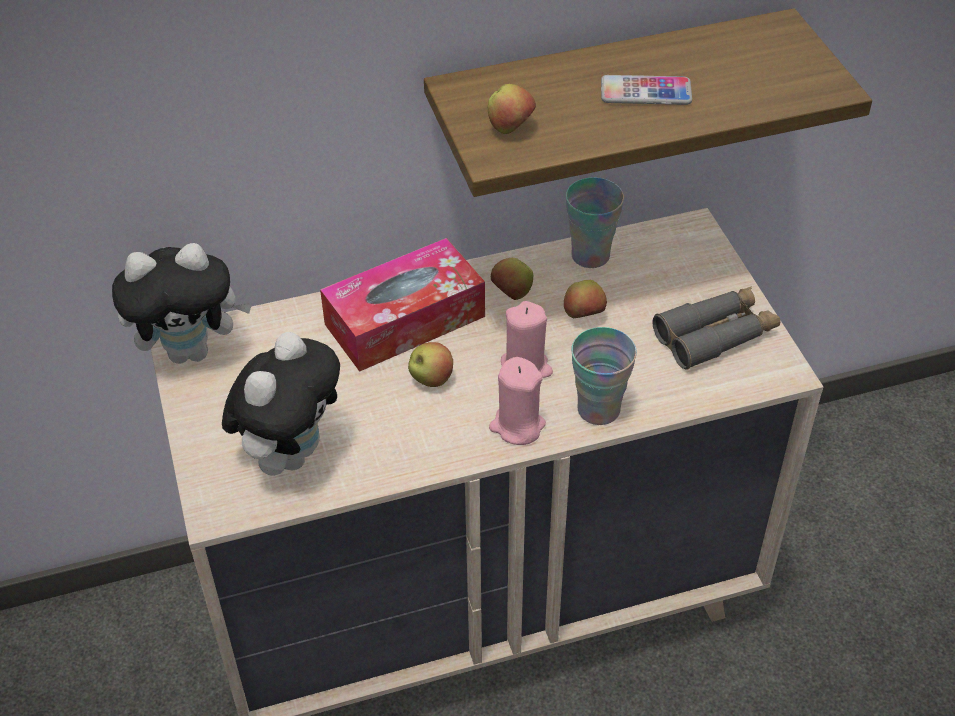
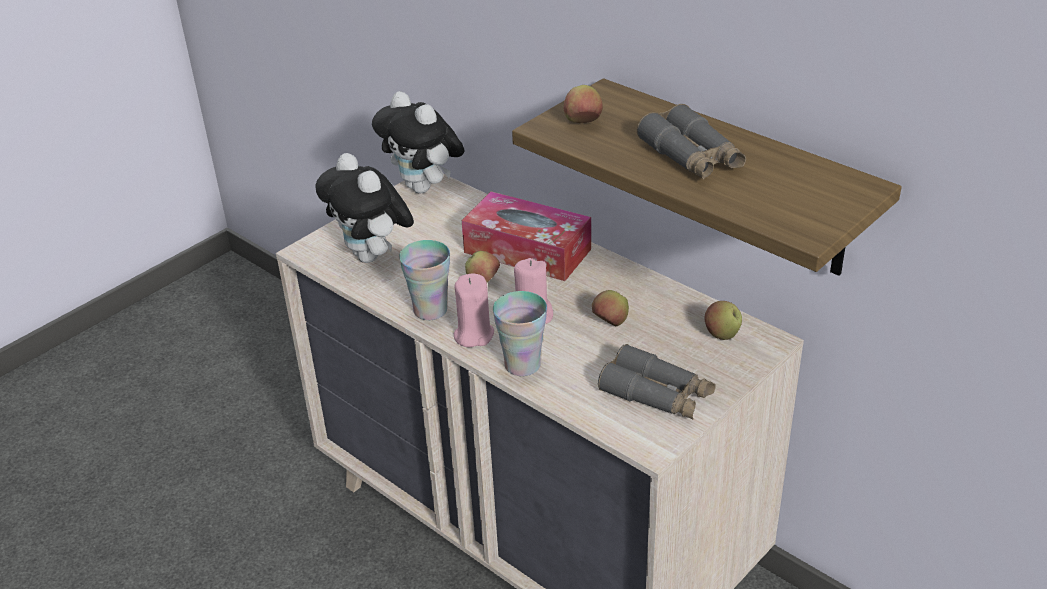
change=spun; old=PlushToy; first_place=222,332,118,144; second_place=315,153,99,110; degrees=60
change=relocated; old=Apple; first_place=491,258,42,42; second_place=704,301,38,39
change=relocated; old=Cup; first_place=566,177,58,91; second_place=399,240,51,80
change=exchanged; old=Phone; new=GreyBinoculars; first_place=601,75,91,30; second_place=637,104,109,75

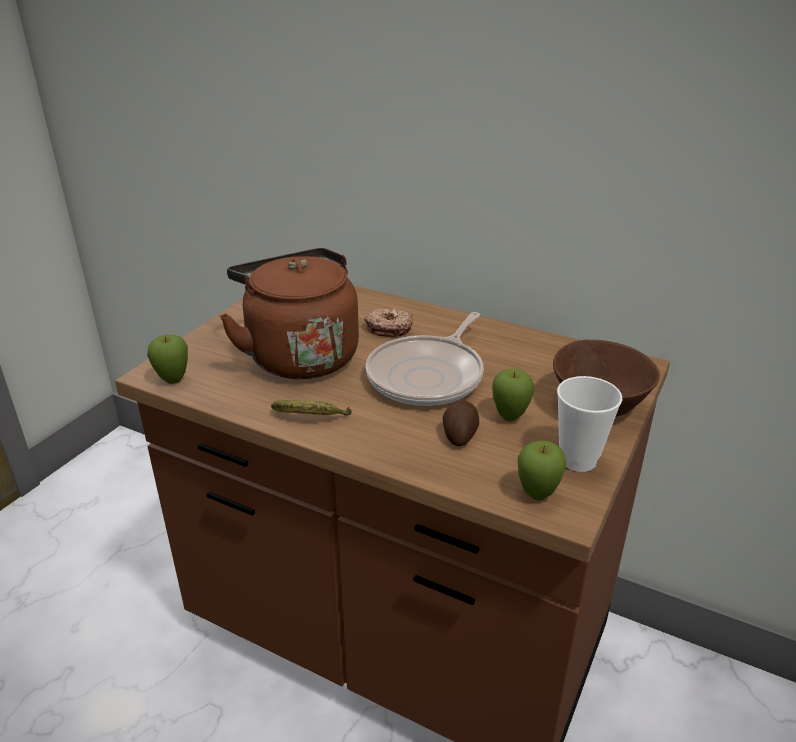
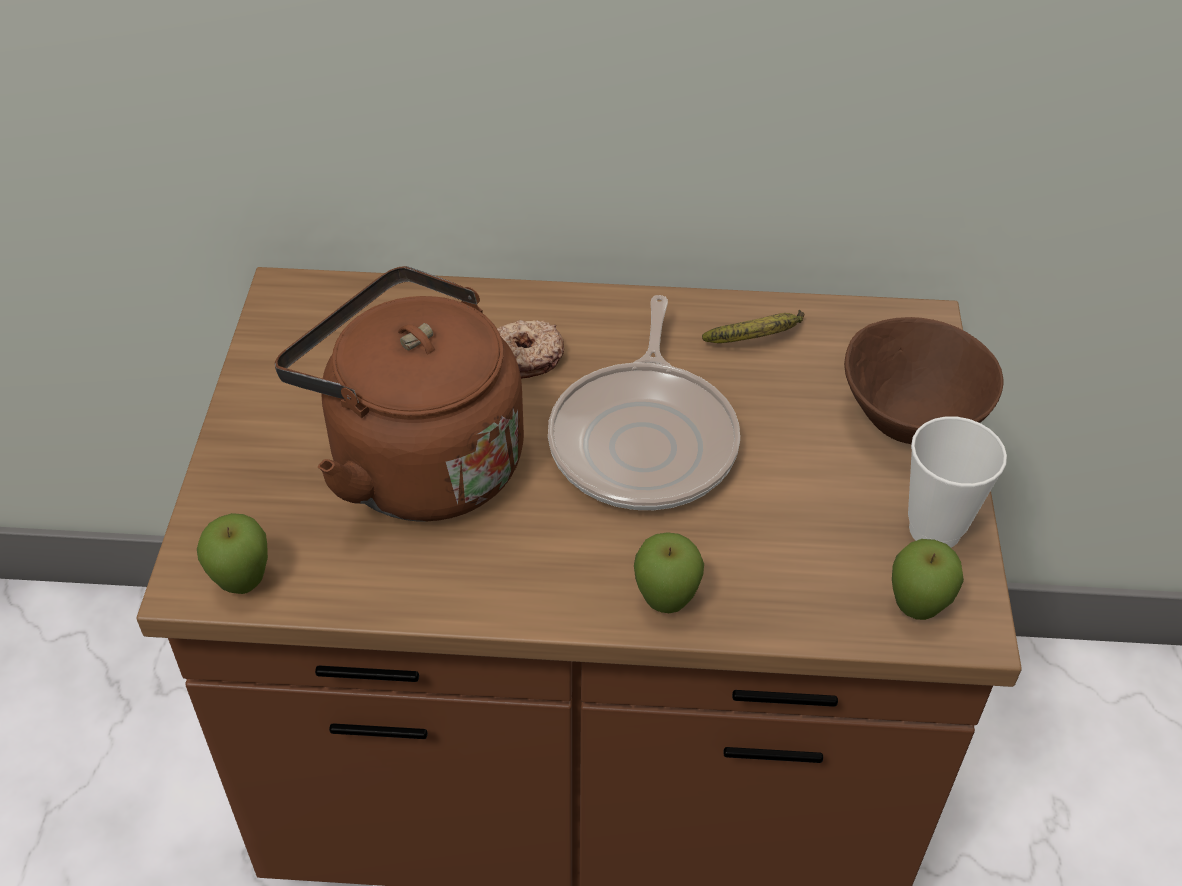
change=relocated; old=Banana; first_place=271,400,81,16; second_place=702,310,102,33
change=missing; old=Potato; first_place=442,400,37,46
change=relocated; old=Apple; first_place=492,368,42,53; second_place=634,532,70,81

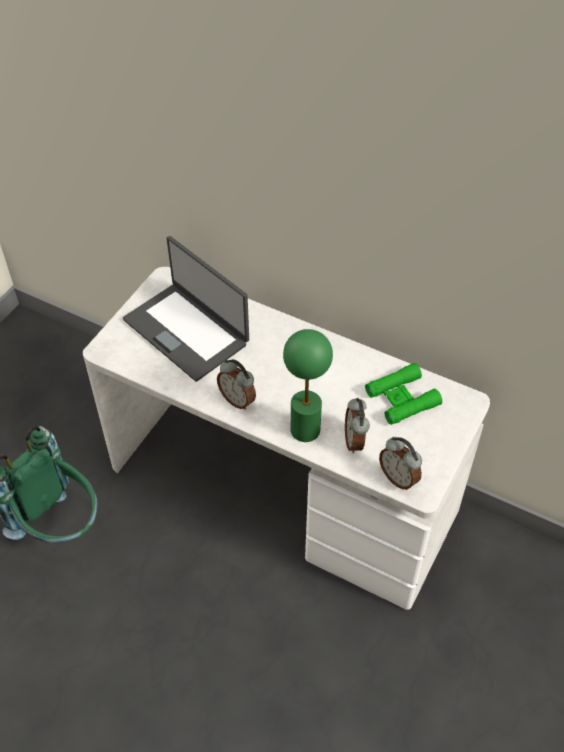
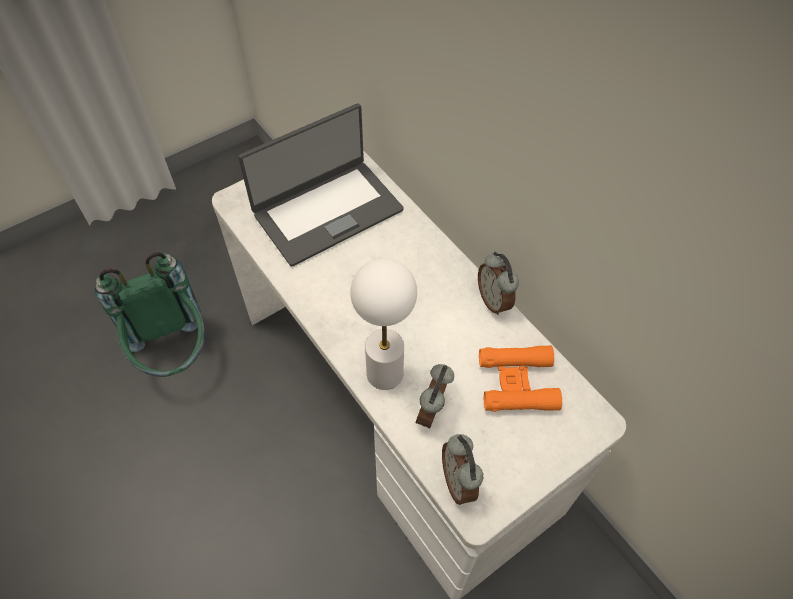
change=spun; old=Laptop; first_place=123,236,126,146; second_place=238,104,166,163; degrees=-105
change=relocated; old=AlarmClock; first_place=217,359,39,51; second_place=478,252,41,63
change=colour; old=GreenTableLamp; new=WhiteTableLamp; first_place=283,329,50,113; second_place=350,258,67,132
change=colour; old=GreenBinoculars; new=OrangeBinoculars; first_place=365,363,77,62; second_place=479,345,83,67

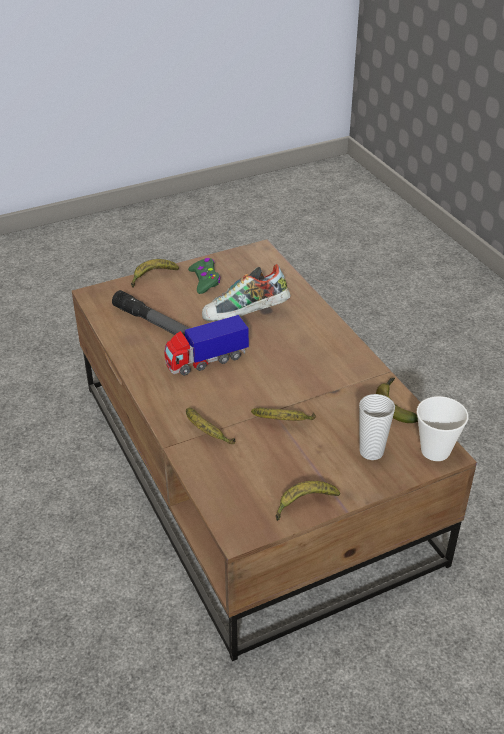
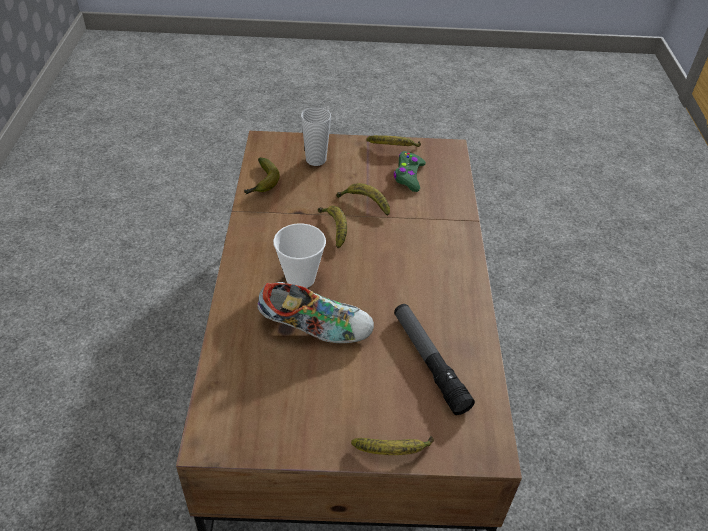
change=missing; old=ToyTruck; first_place=165,315,84,61
change=relocated; old=Banana; first_place=186,408,49,36; second_place=318,206,29,42
change=relocated; old=GreenGameController; first_place=188,258,33,36; second_place=394,151,32,41
change=relocated; old=Cup; first_place=416,396,52,65; second_place=273,223,53,65

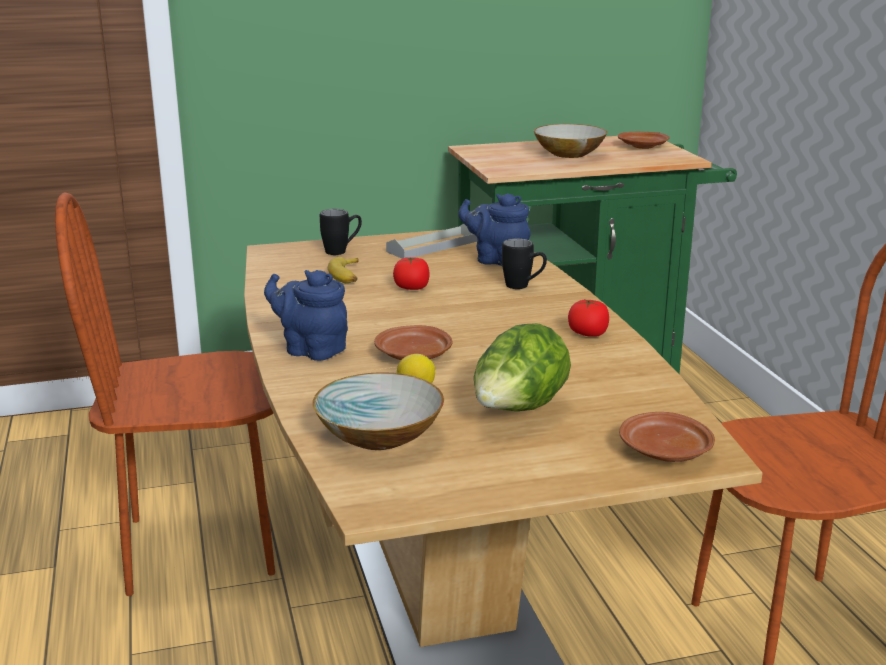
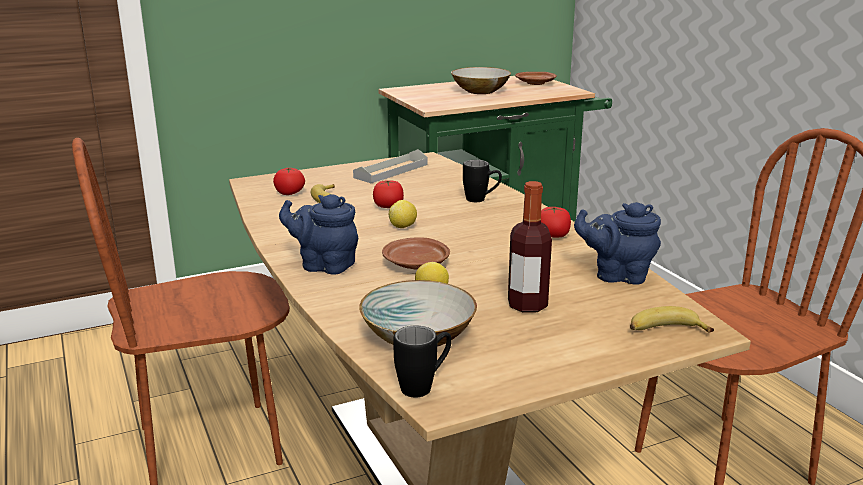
change=relocated; old=BlackMug; first_place=320,209,42,46; second_place=393,326,59,72
change=relocated; old=BlueTeapot; first_place=458,193,73,73; second_place=574,202,87,83
change=exchanged; old=Lettuce; new=Bottle; first_place=474,323,97,88; second_place=508,181,44,131
change=exchanged; old=BrownPlate; new=Banana; first_place=619,412,96,50; second_place=630,306,84,27
change=appeared; new=Tomato; second_place=273,168,32,27
change=appeared; new=Lemon; second_place=389,200,28,28

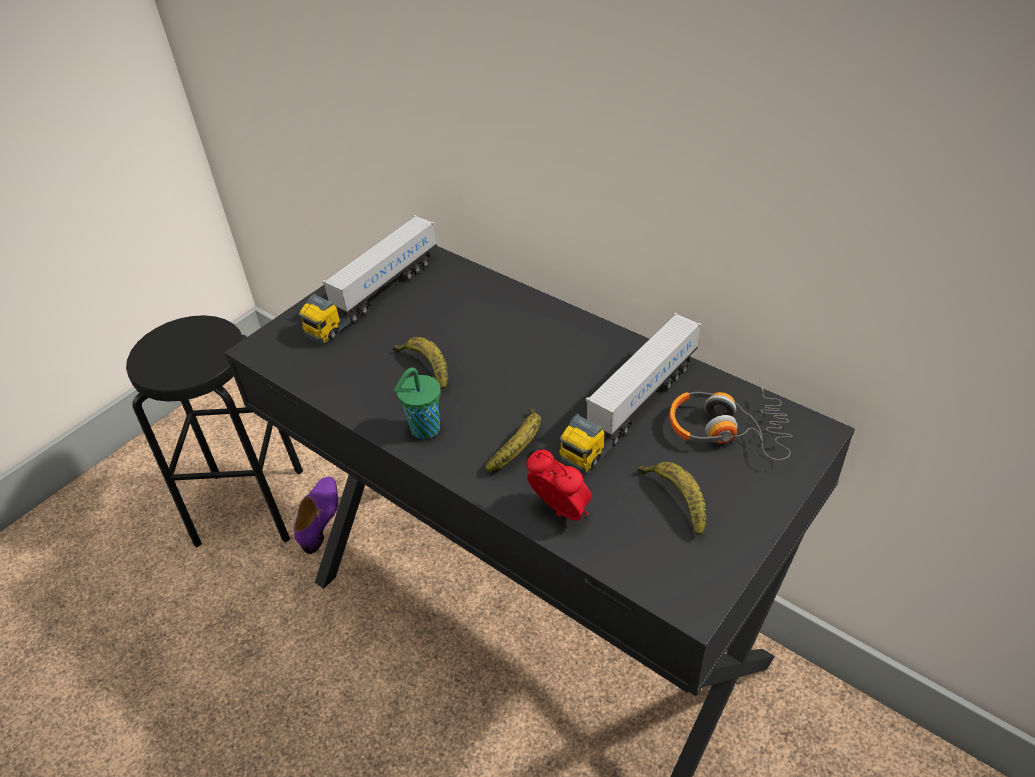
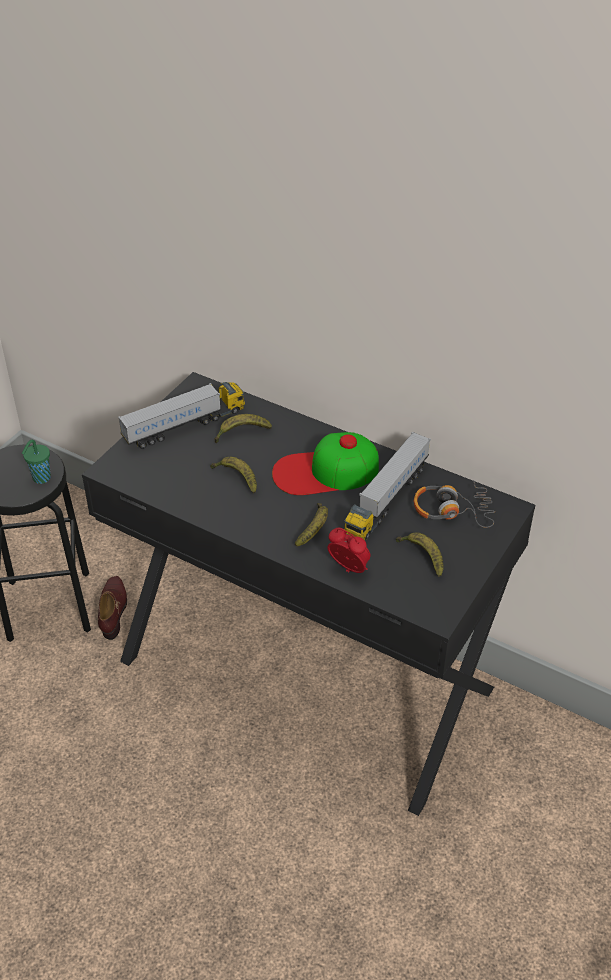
change=colour; old=PurpleShoe; new=BrownShoe; first_place=294,477,44,77; second_place=98,576,29,64
change=spun; old=ToyTruck; first_place=299,215,138,129; second_place=118,382,127,67; degrees=-150
change=relocated; old=GreenCup; first_place=394,367,47,72; second_place=22,440,29,44
change=appeared; new=Banana; second_place=215,414,57,29
change=appeared; new=Cap; second_place=272,432,107,63

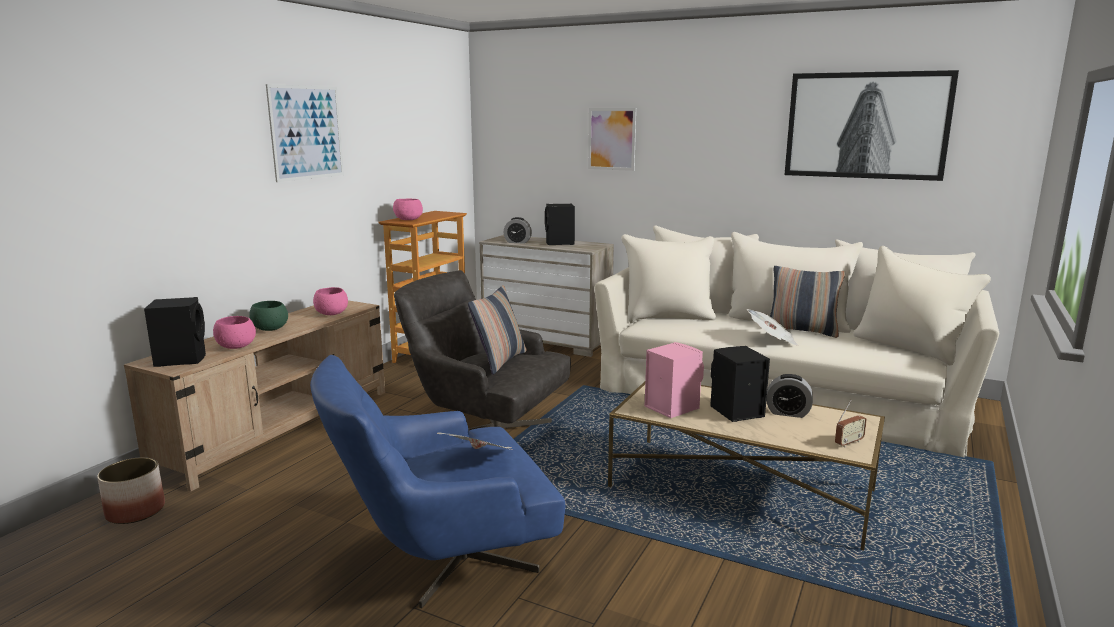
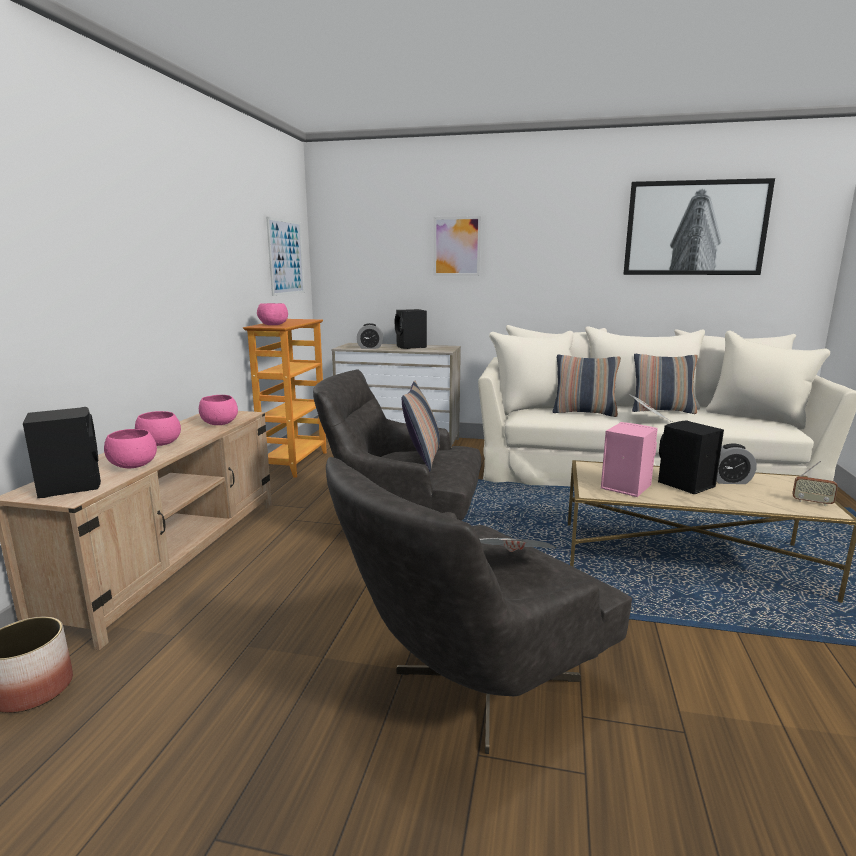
change=colour; old=GreenBowl; new=PinkBowl; first_place=249,301,39,30; second_place=135,411,46,35
change=relocated; old=Picture; first_place=266,84,78,98; second_place=266,217,38,79
change=colour; old=BlueArmchair; new=GreyArmchair; first_place=310,355,255,253; second_place=326,457,306,297
change=spun; old=Radio; first_place=835,400,32,47; second_place=792,461,46,45; degrees=75
change=appeared; new=Pillow; second_place=552,354,69,63

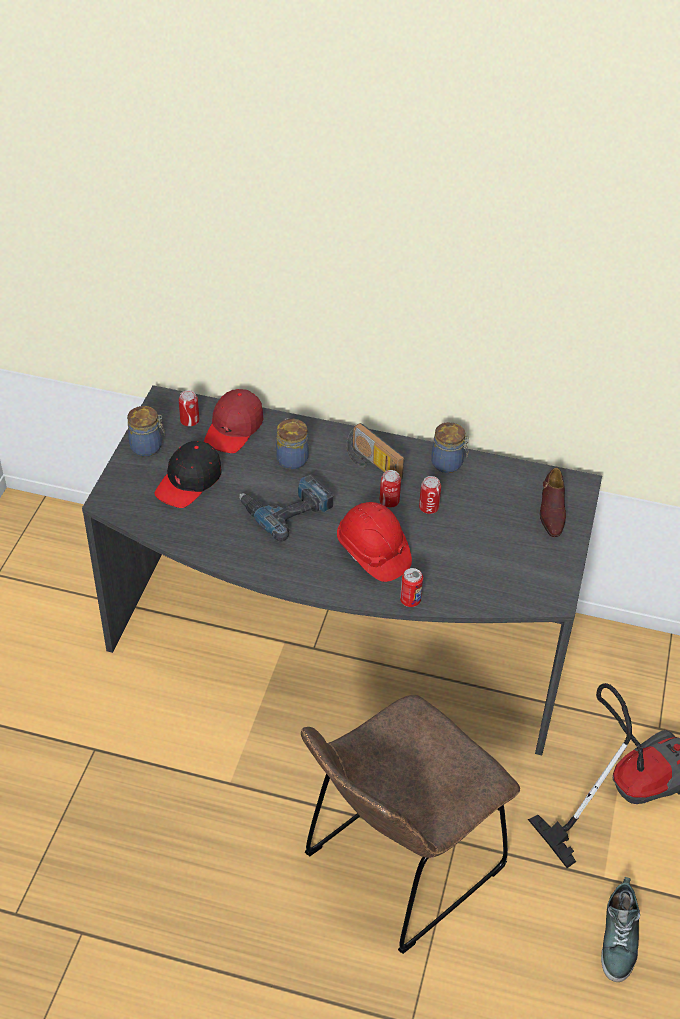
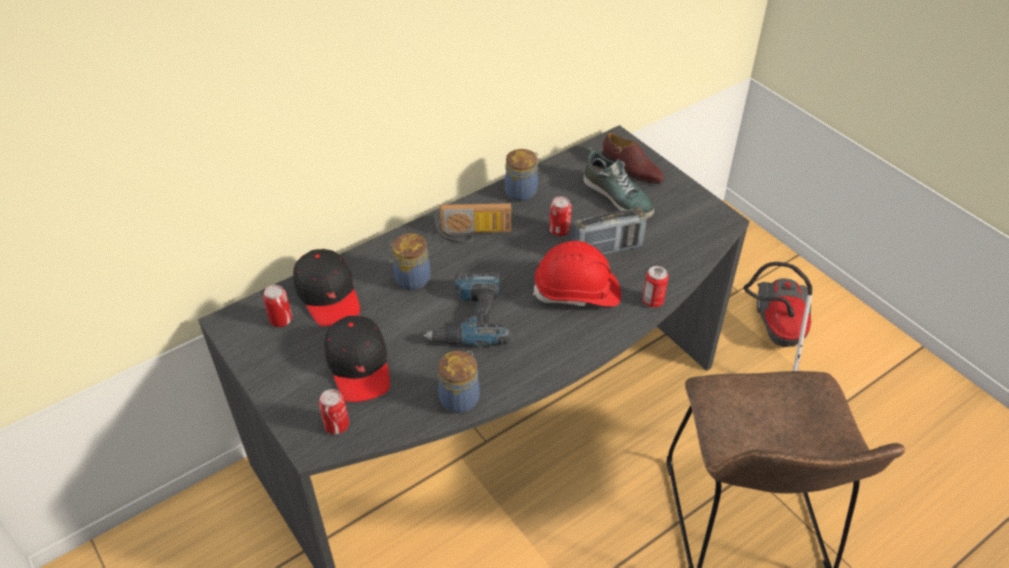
change=relocated; old=Jar; first_place=127,406,38,51; second_place=438,351,42,62
change=colour; old=RedCap; new=BlackCap; first_place=204,389,59,64; second_place=293,249,67,77
change=relocated; old=Can; first_place=379,470,22,38; second_place=319,389,30,45
change=relocated; old=Shoe; first_place=601,877,39,105; second_place=584,147,70,72
change=appeared; new=Radio; second_place=571,208,76,47

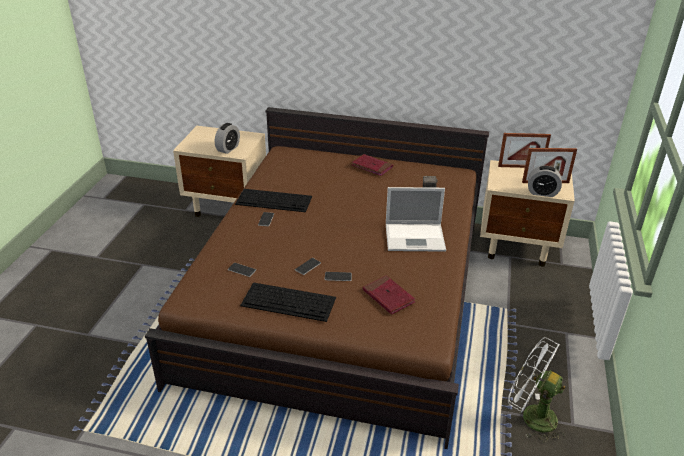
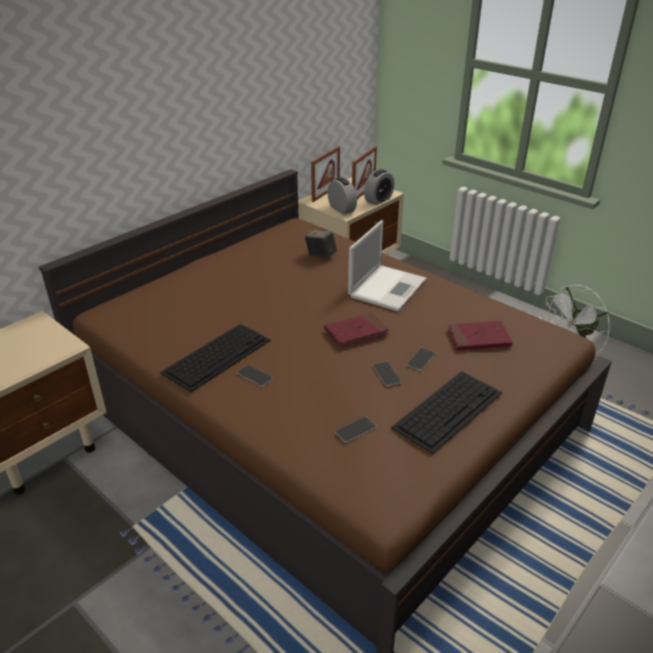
change=relocated; old=AlarmClock; first_place=215,123,25,31; second_place=328,177,29,38
change=relocated; old=RedBook; first_place=352,154,41,22; second_place=324,313,65,34

